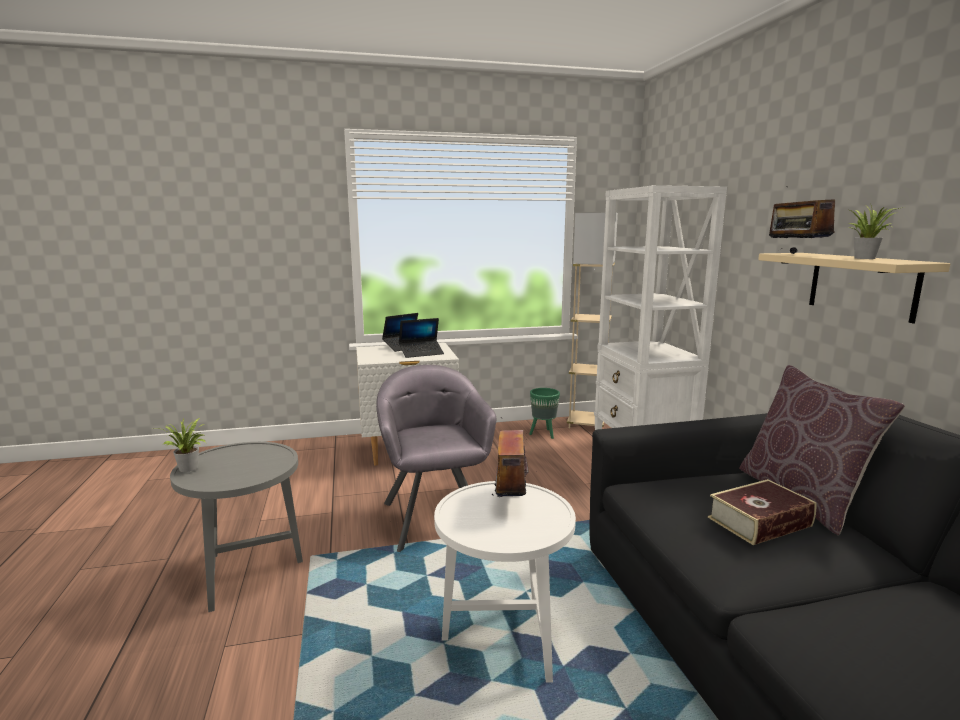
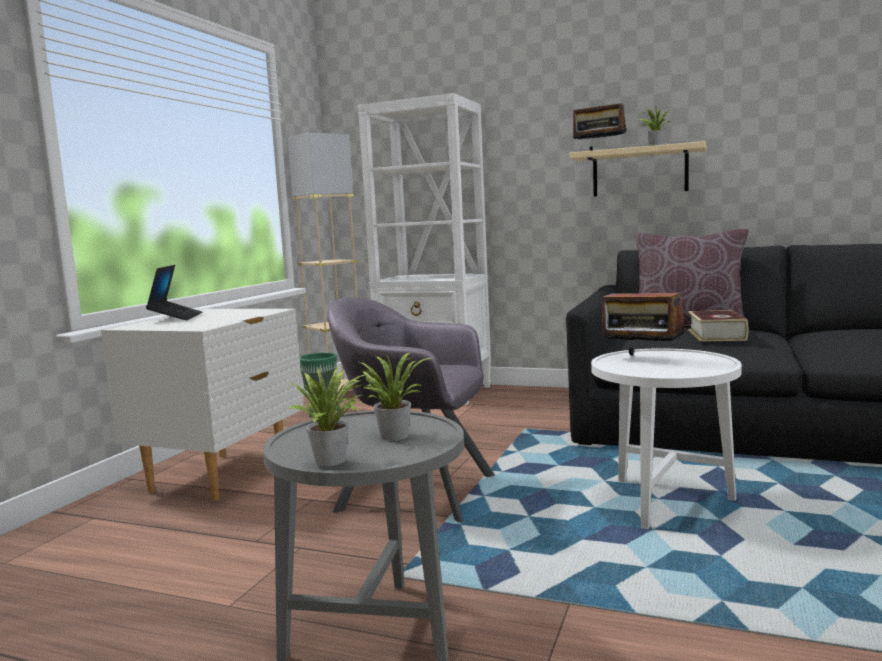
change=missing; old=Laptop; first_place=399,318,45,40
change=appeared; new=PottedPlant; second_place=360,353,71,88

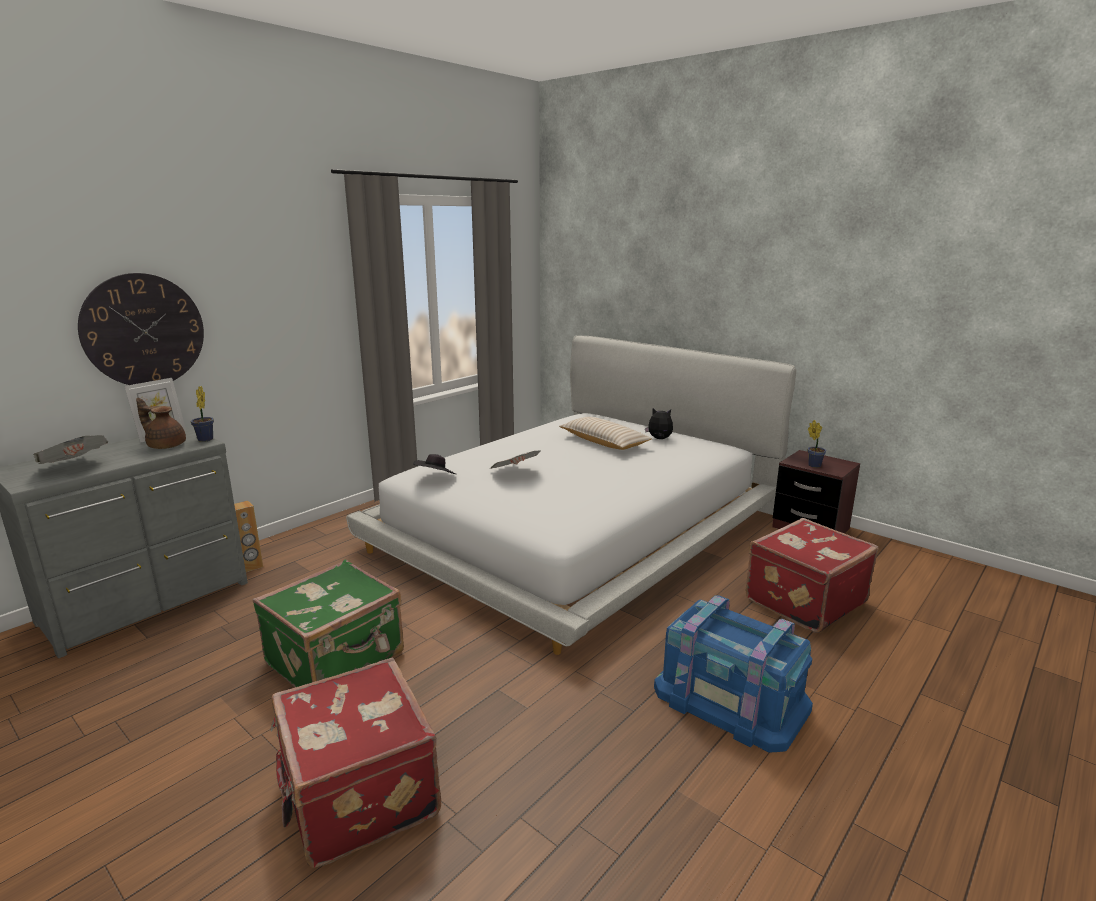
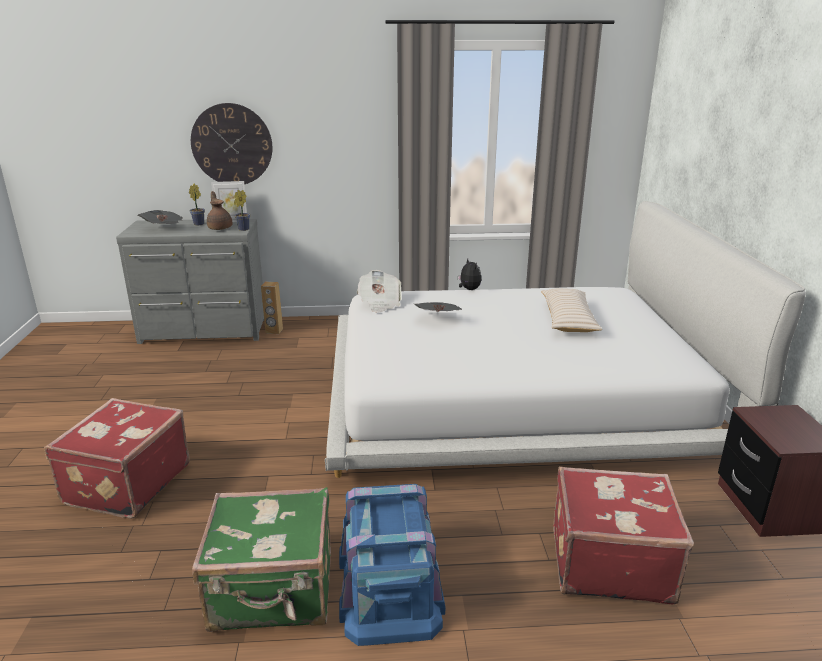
change=relocated; old=GreenSuitcase; first_place=253,559,151,128; second_place=192,487,139,145
change=exchanged; old=BlackHat; new=Newspaper; first_place=413,454,43,20; second_place=357,270,44,43
change=relocated; old=PlushToy; first_place=645,408,28,31; second_place=458,258,23,32
change=relocated; old=PottedPlant; first_place=808,420,18,48; second_place=189,184,16,41

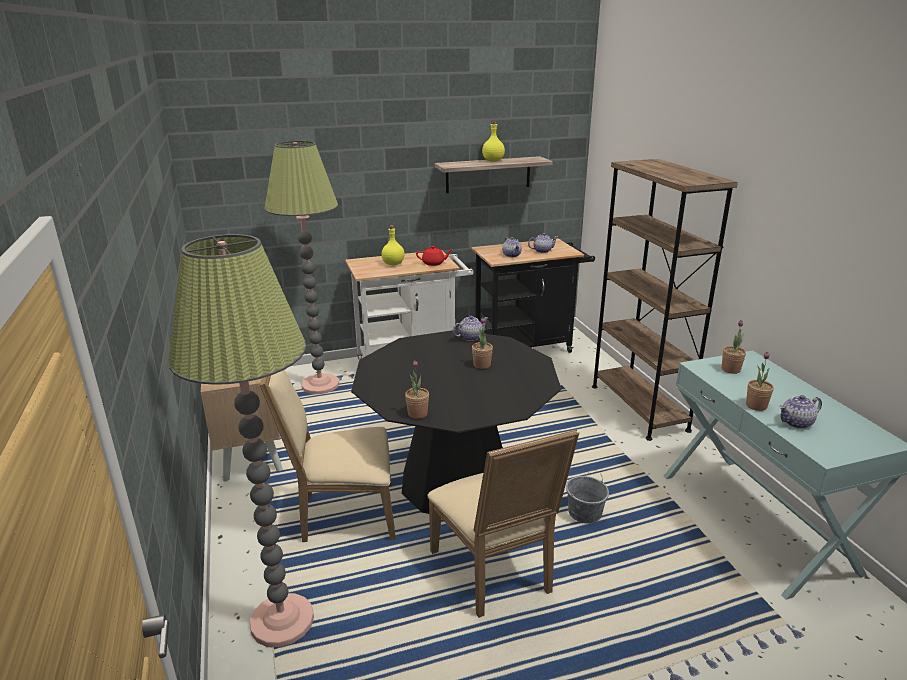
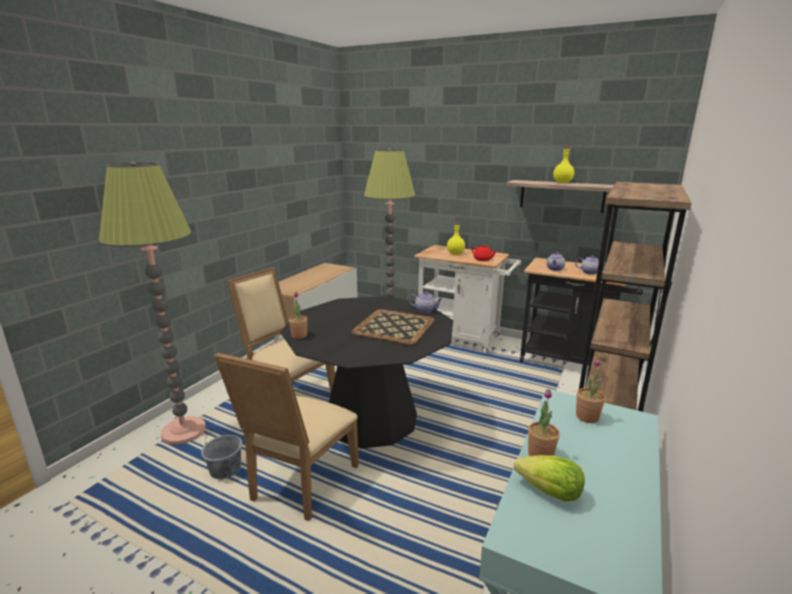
change=exchanged; old=PottedPlant; new=Tray; first_place=472,317,21,52; second_place=351,309,84,36
change=relocated; old=GreyBucket; first_place=566,471,43,53; second_place=201,430,41,49
change=exchanged; old=Teapot; new=Lettuce; first_place=779,395,43,34; second_place=514,455,71,47

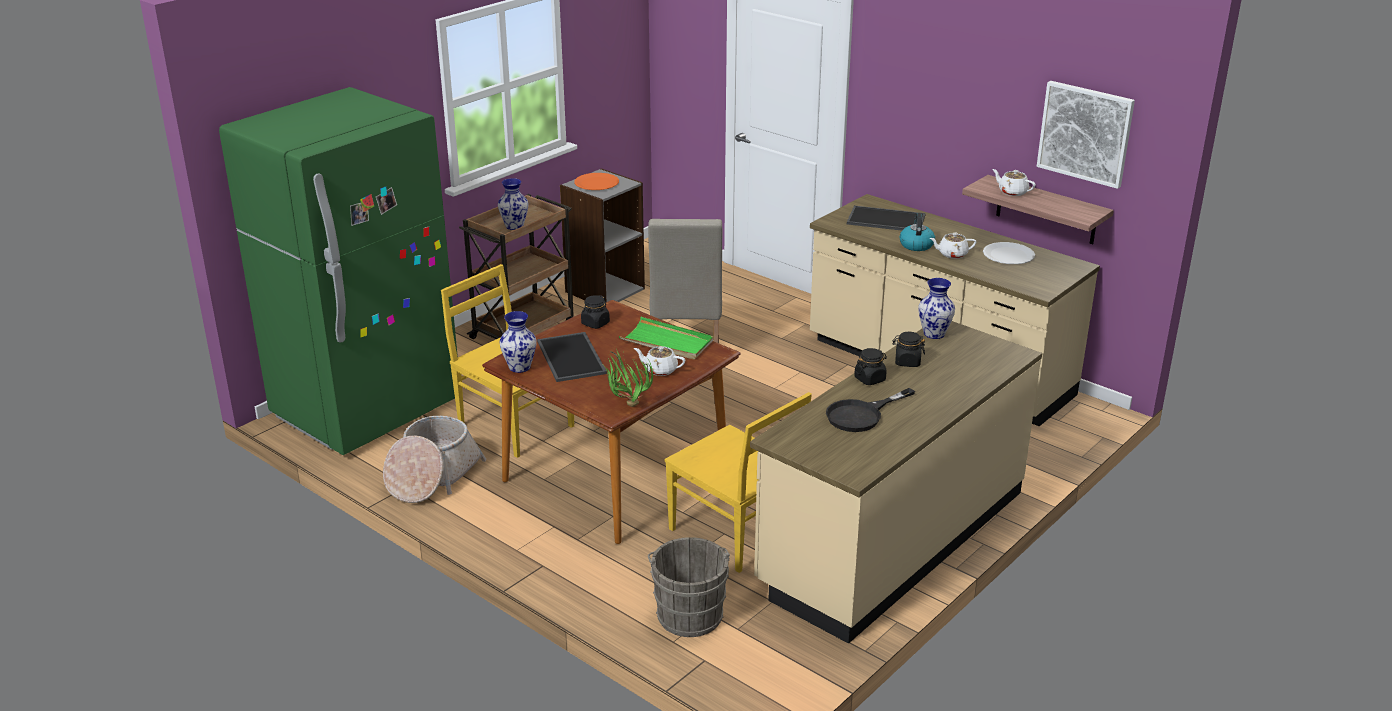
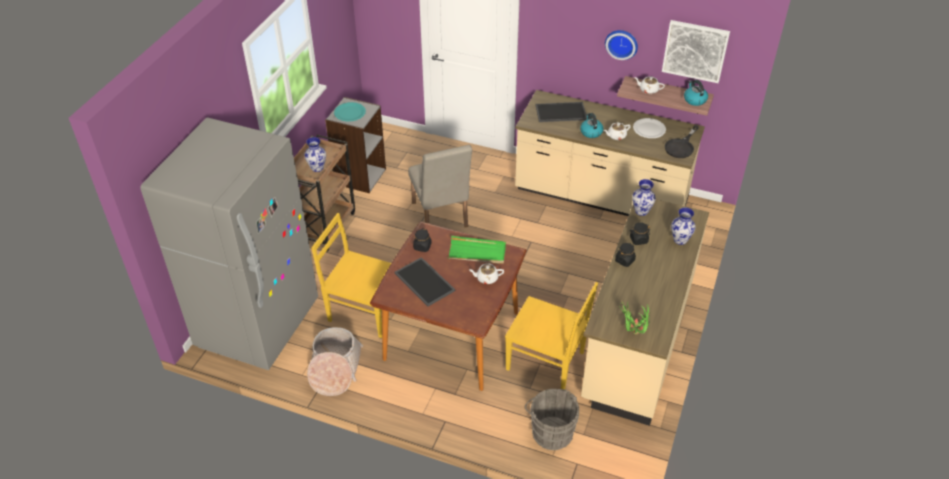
change=colour; old=GreenFridge; new=GreyFridge; first_place=219,87,239,368; second_place=140,117,178,253
change=relocated; old=Vase; first_place=499,311,38,62; second_place=671,208,25,37
change=colour; old=OrangePlate; new=TurquoisePlate; first_place=574,173,45,17; second_place=334,102,32,19
change=relocated; old=PottedPlant; first_place=601,349,52,58; second_place=619,302,32,32
change=relocated; old=BlackFryingPan; first_place=826,388,89,44; second_place=665,125,34,33
change=appeared; new=WallClock; second_place=605,30,33,30
change=appeared; new=Kettle; second_place=684,80,24,26

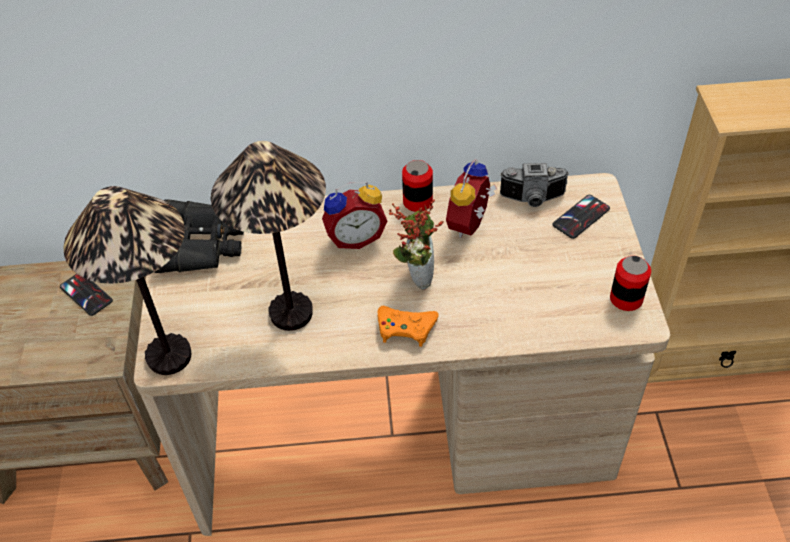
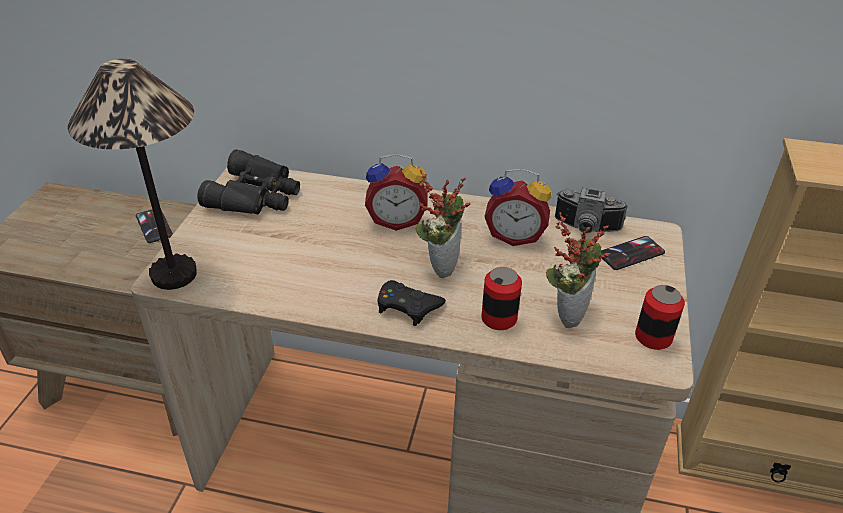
change=missing; old=TableLamp; first_place=210,141,116,190
change=colour; old=OrangeGameController; new=BlackGameController; first_place=378,306,61,41; second_place=378,280,68,46
change=relocated; old=Can; first_place=402,160,31,52; second_place=481,267,41,63
change=spun; old=AlarmClock; first_place=446,158,51,80; second_place=484,168,67,78; degrees=-120
change=appeared; new=PottedPlant; second_place=546,212,64,116

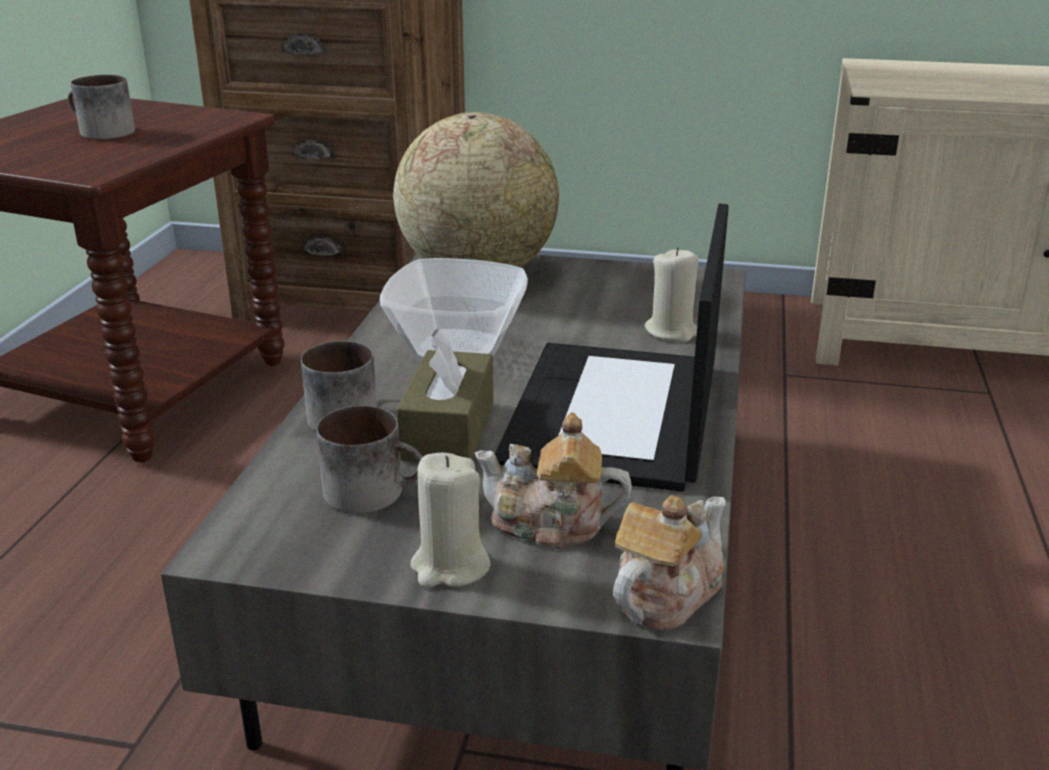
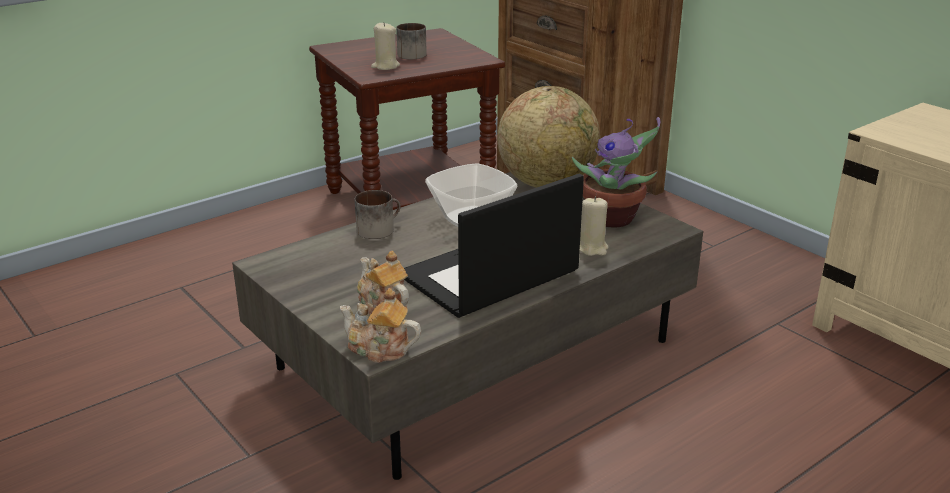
change=missing; old=Mug; first_place=316,405,106,109
change=missing; old=BrownTissueBox; first_place=396,328,97,134
change=relocated; old=BeigeCandle; first_place=411,453,79,135; second_place=371,22,29,48
change=spun; old=Teapot; first_place=613,496,113,135; second_place=340,288,81,75; degrees=-150
change=appeared; new=PottedPlant; second_place=572,117,89,111

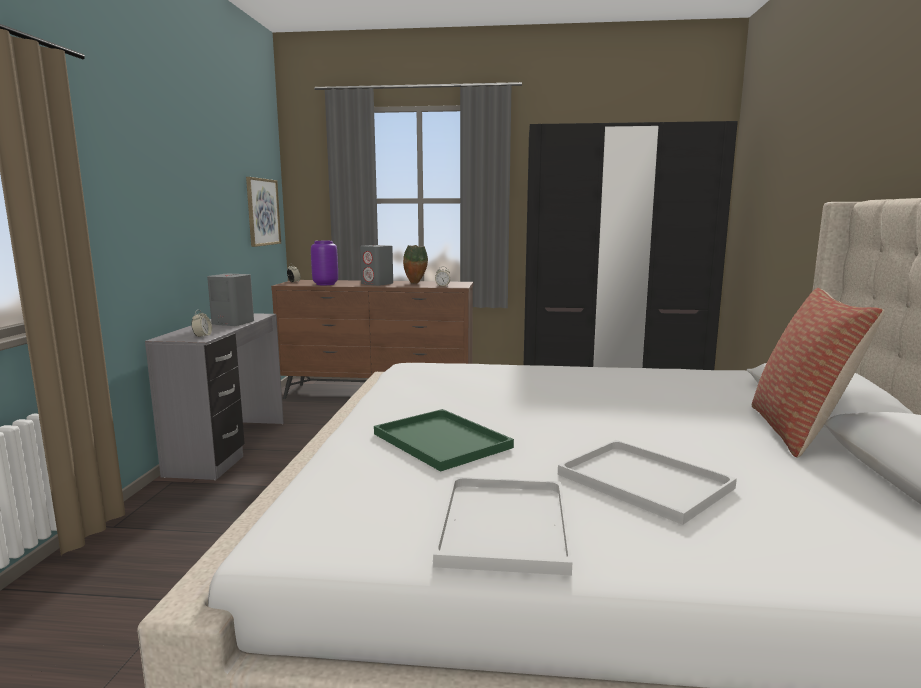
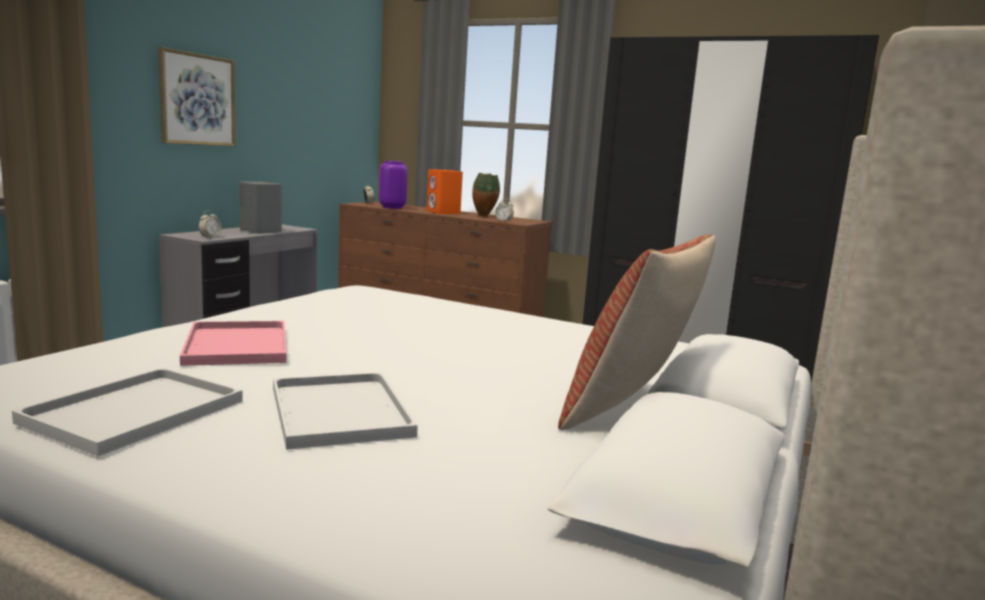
change=relocated; old=Picture; first_place=246,177,35,70; second_place=158,47,78,99
change=colour; old=GreySpeaker; new=OrangeSpeaker; first_place=360,245,33,41; second_place=427,169,36,45
change=colour; old=GreenTray; new=PinkTray; first_place=374,409,140,63; second_place=180,321,106,45

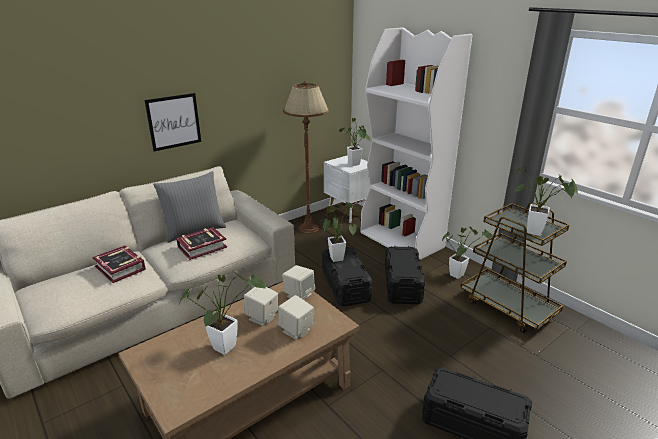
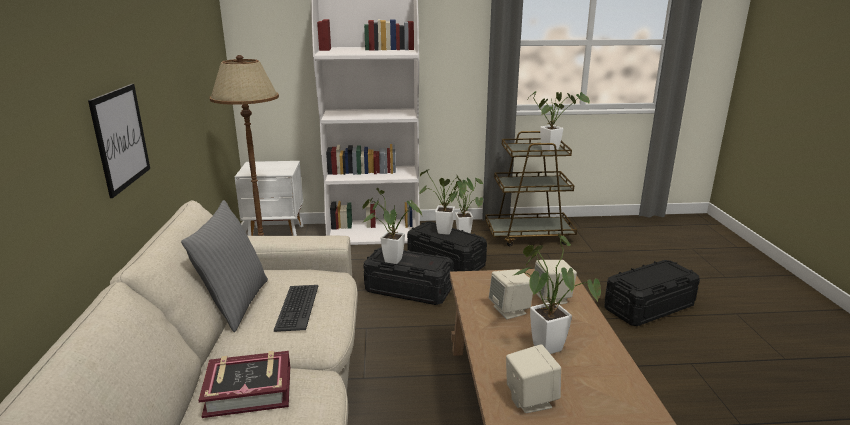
change=exchanged; old=Book; new=Keyboard; first_place=176,227,51,33; second_place=274,285,44,47
change=relocated; old=BeigeSpeaker; first_place=282,265,33,35; second_place=506,344,55,69
change=relocated; old=PottedPlant; first_place=339,118,31,48; second_place=419,169,55,66

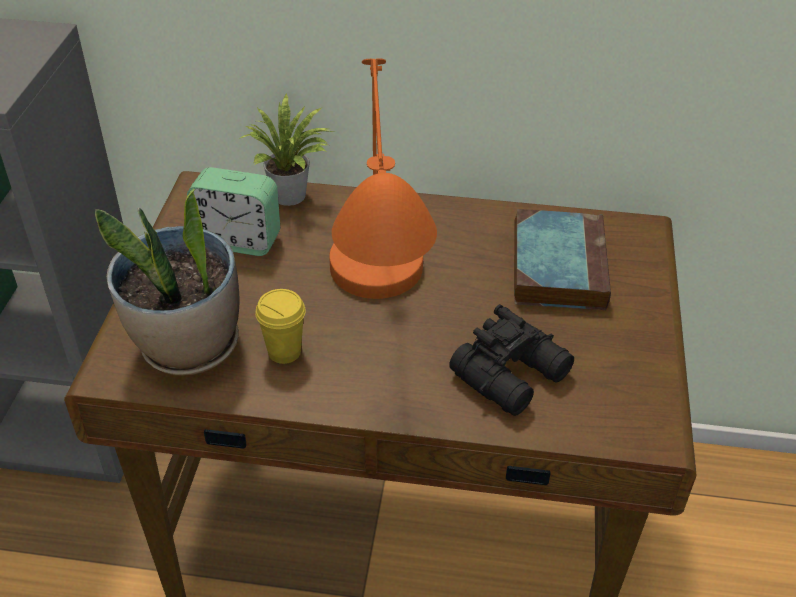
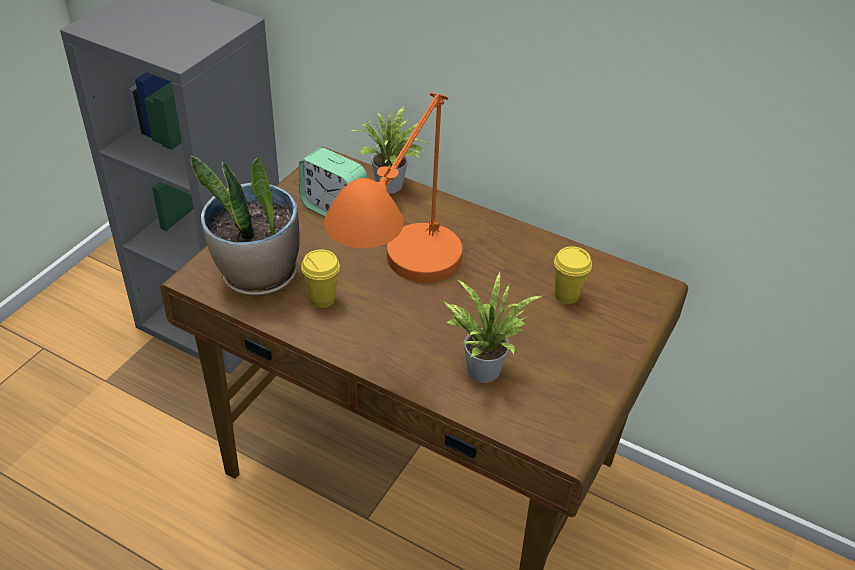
change=exchanged; old=BlackBinoculars; new=PottedPlant; first_place=449,304,125,112; second_place=444,272,98,111
change=exchanged; old=Book; new=YellowCup; first_place=514,209,97,101; second_place=554,246,38,58

